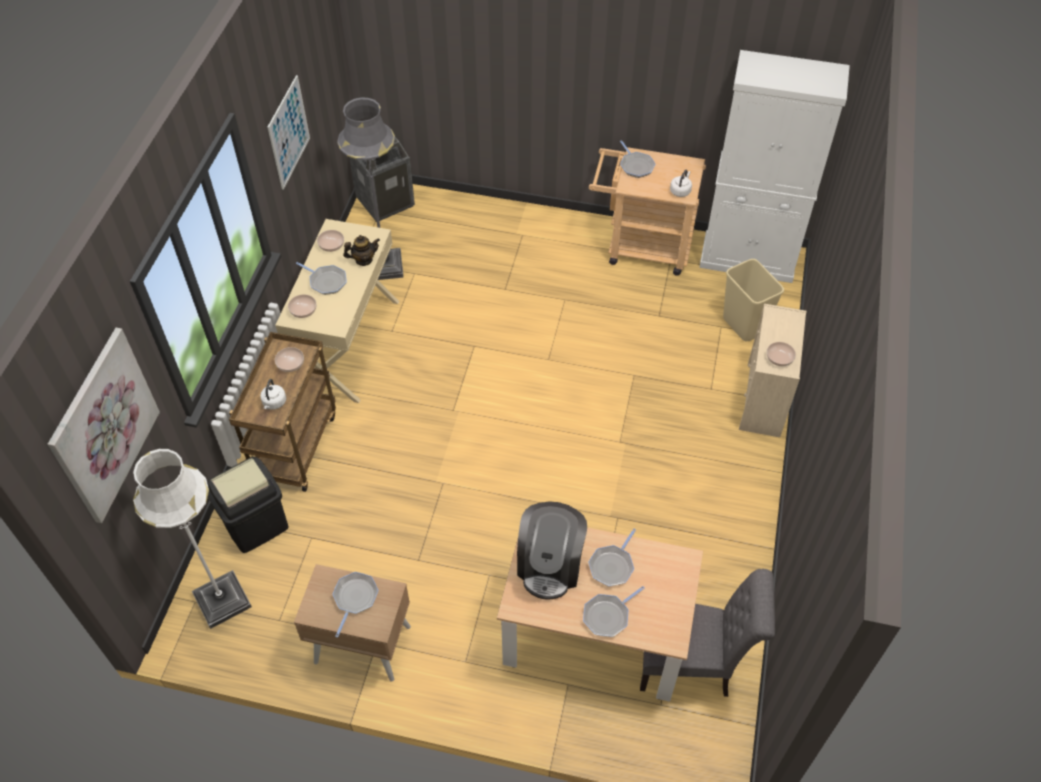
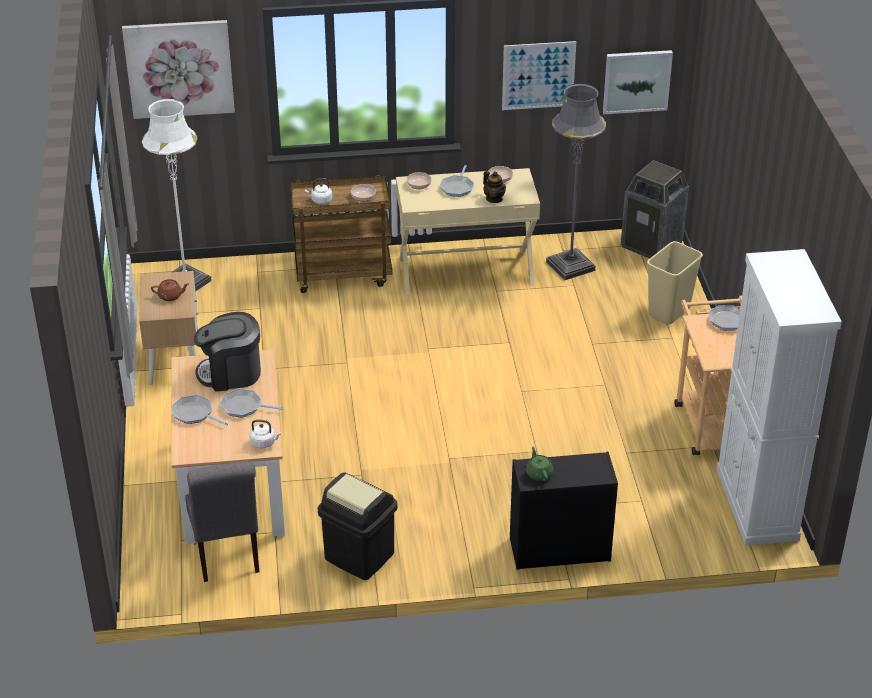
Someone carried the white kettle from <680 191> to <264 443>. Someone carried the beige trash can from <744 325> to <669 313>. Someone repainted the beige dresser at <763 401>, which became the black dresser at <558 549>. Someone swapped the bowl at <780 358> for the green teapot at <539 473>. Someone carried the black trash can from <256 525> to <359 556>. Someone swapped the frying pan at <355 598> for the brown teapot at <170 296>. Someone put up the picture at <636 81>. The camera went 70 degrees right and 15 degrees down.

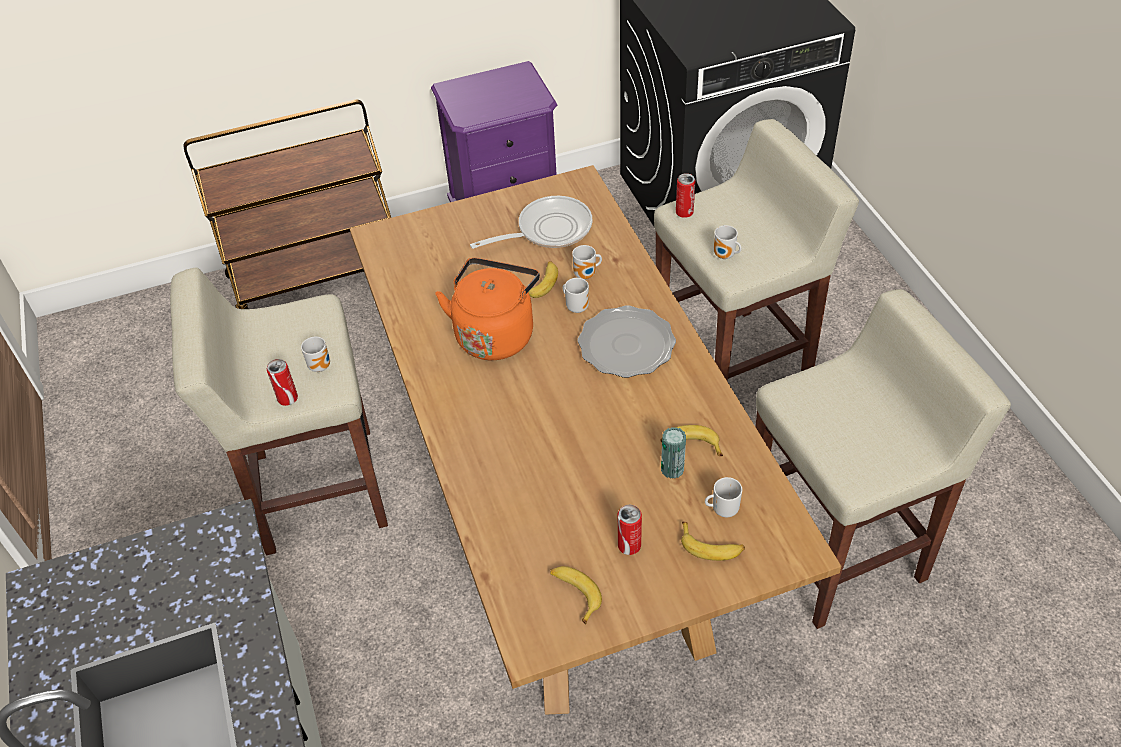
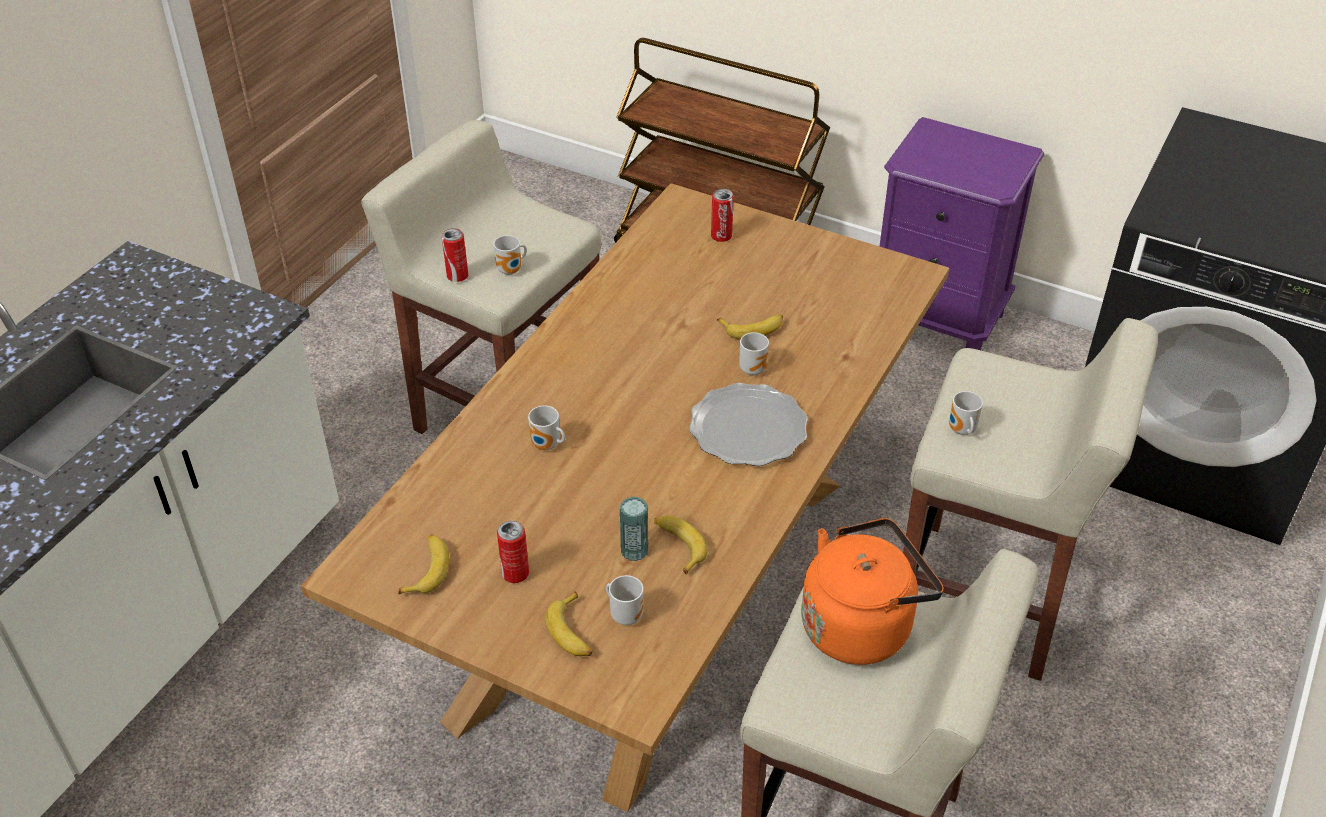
Someone carried the can from <684 212> to <721 236>. Someone took away the frying pan at <548 230>. Someone carried the mug from <586 275> to <547 446>. Someone carried the orange kettle from <495 333> to <861 625>. The camera went 45 degrees right and 5 degrees down.

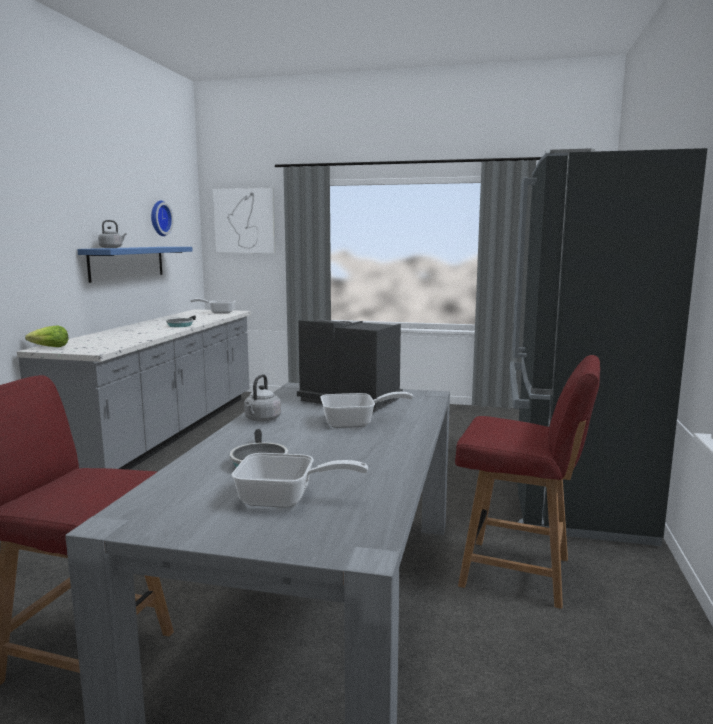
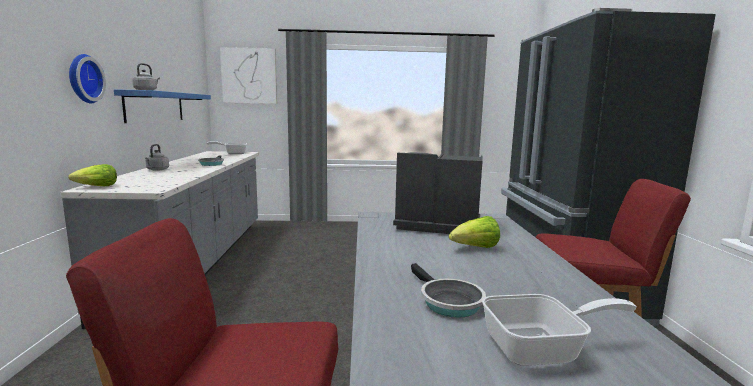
Someone carried the wall clock from <159 218> to <83 79>. Someone carried the grey kettle from <262 419> to <157 170>. Someone swapped the frying pan at <355 423> for the lettuce at <475 248>. The camera went 15 degrees left and 0 degrees up.

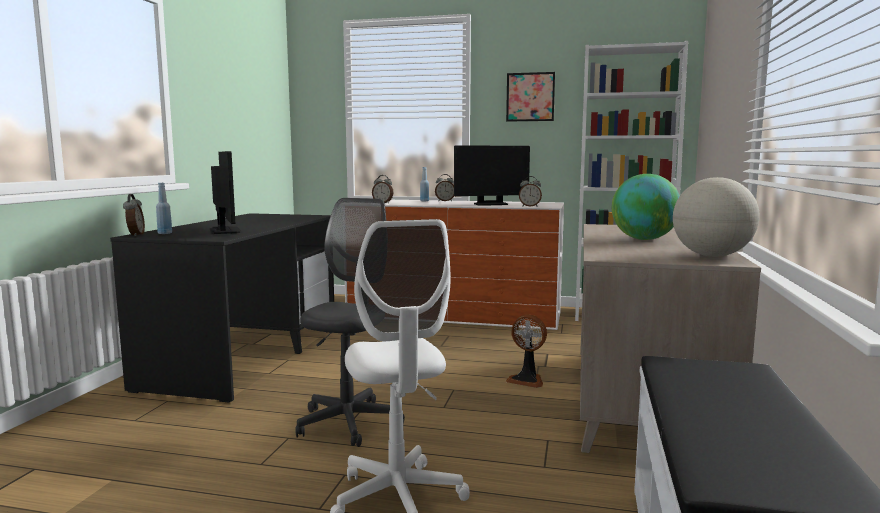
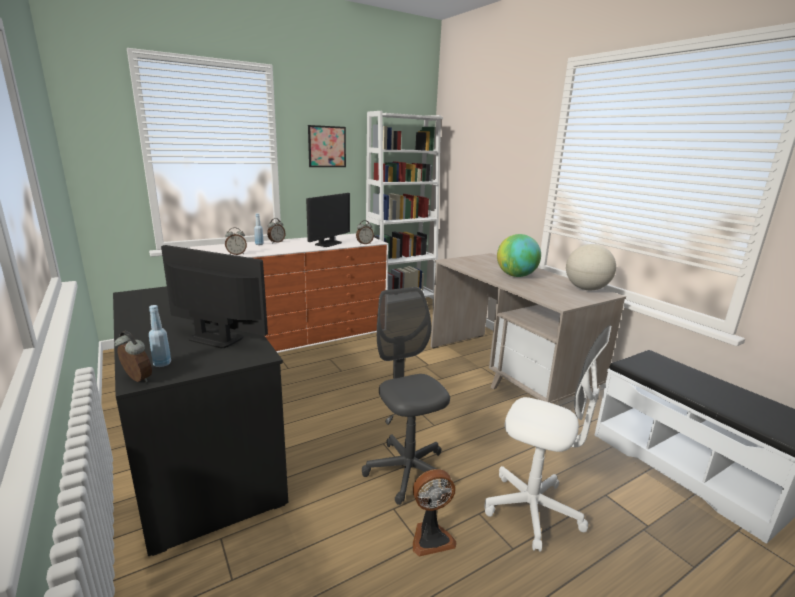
Someone carried the fan from <527 380> to <431 537>. The camera went 45 degrees left and 10 degrees up.

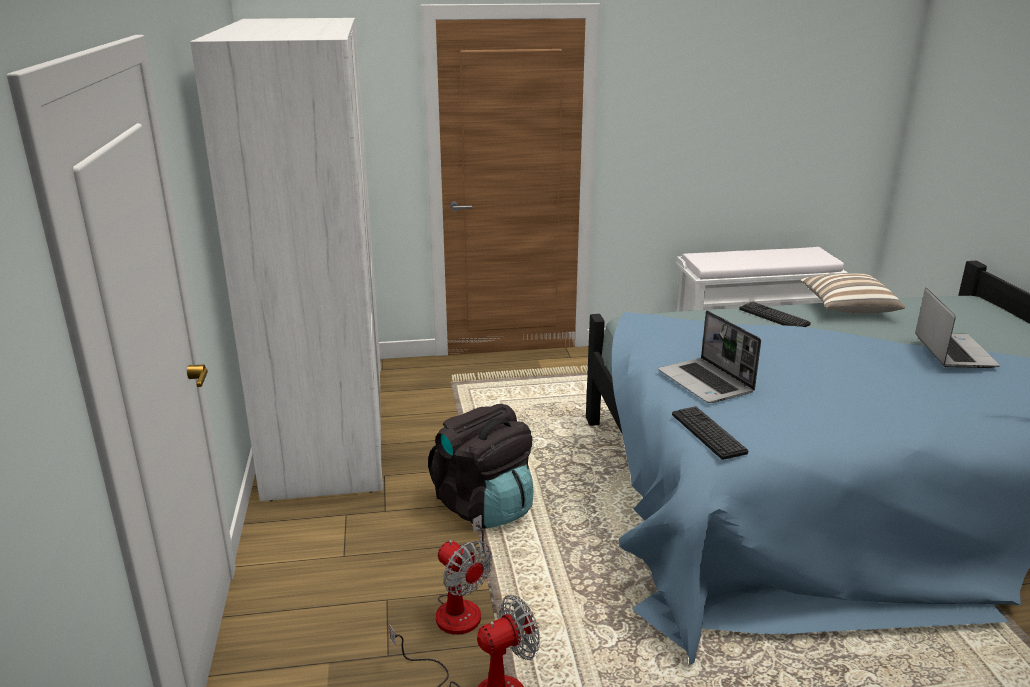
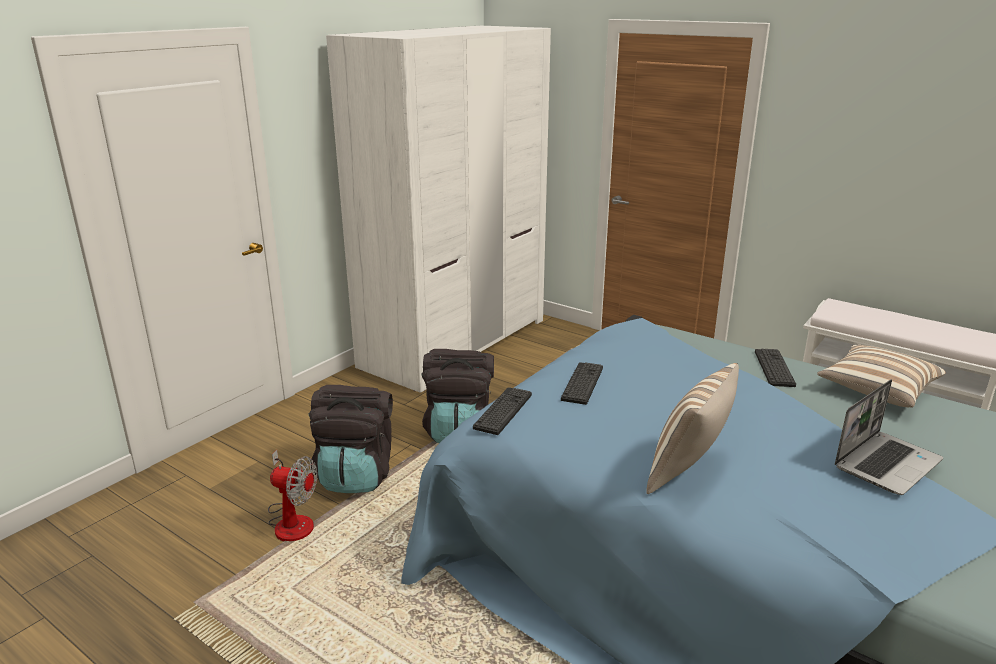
Someone swapped the laptop at <706 383> for the keyboard at <582 383>. Someone swapped the fan at <462 605> for the black backpack at <356 474>. Someone put down the pillow at <688 473>. The camera went 45 degrees right and 0 degrees up.

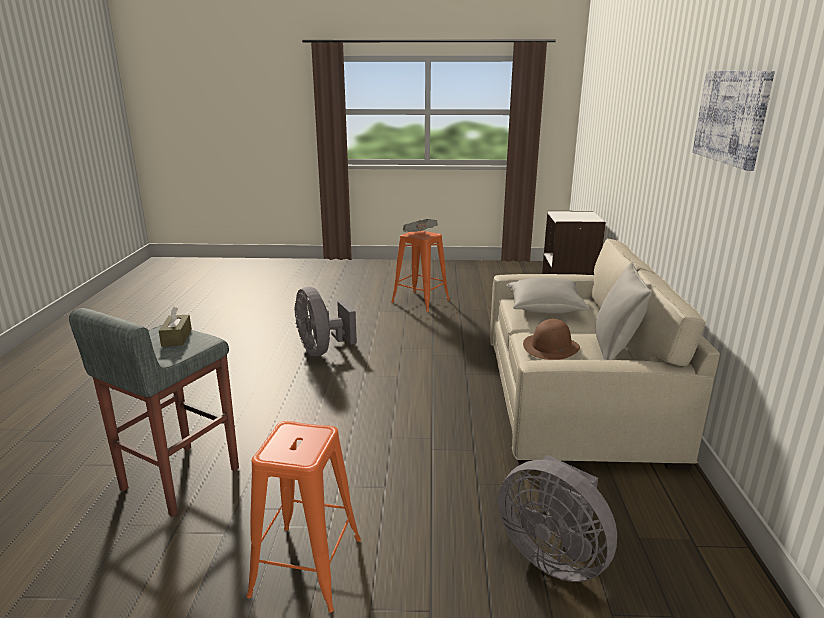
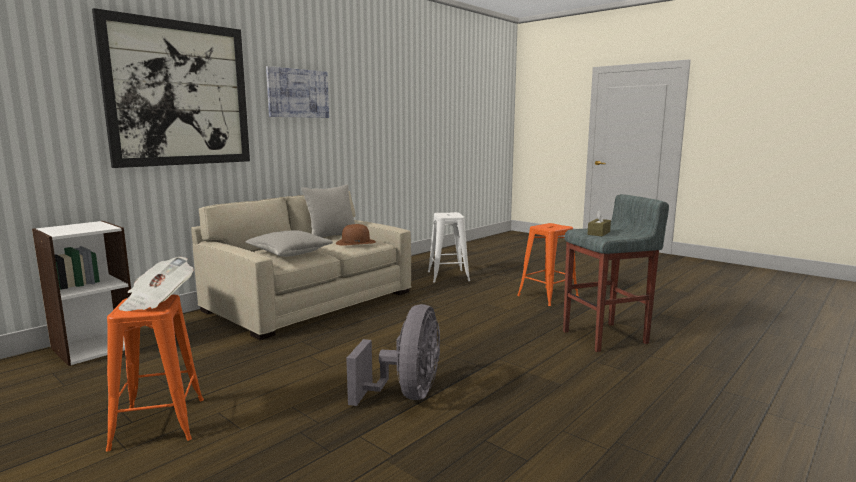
Someone swapped the grey fan at <553 556> for the white stool at <448 276>. Someone put up the picture at <179 94>. The camera went 140 degrees left and 10 degrees down.

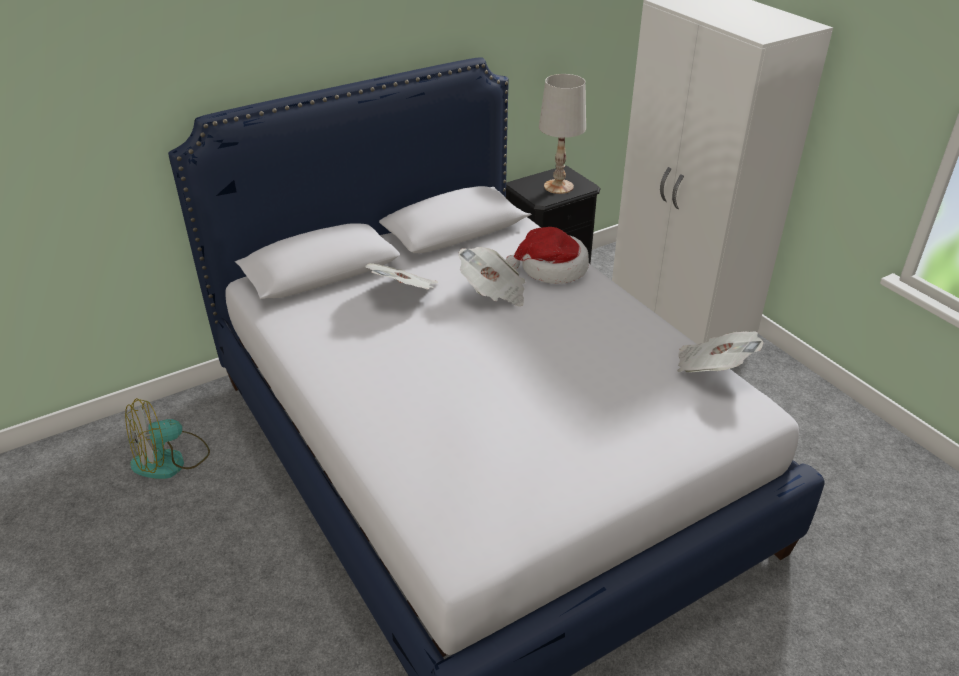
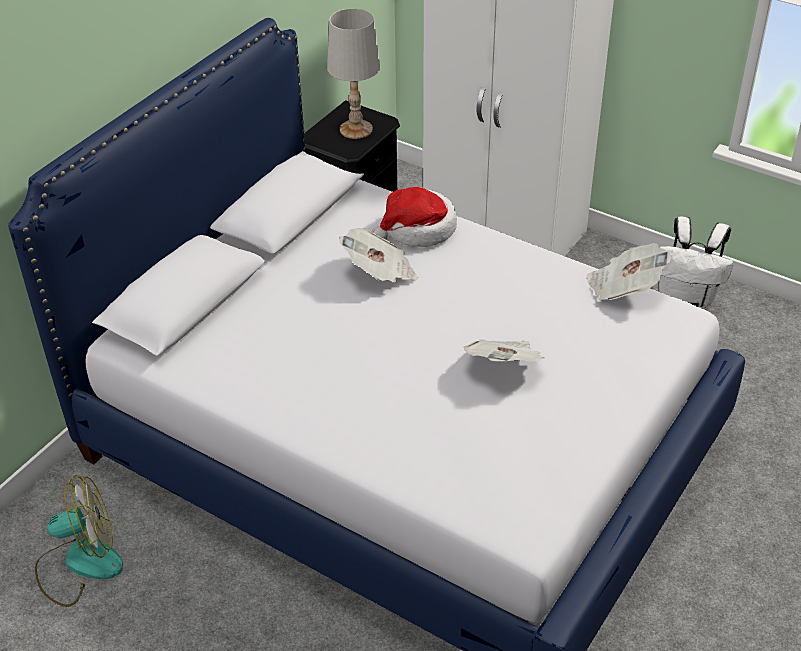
Someone carried the newspaper from <405 292> to <504 366>. Someone rotated the fan at <171 460> by 135 degrees counterclockwise. Someone put down the white backpack at <687 300>. The camera went 25 degrees left and 5 degrees up.

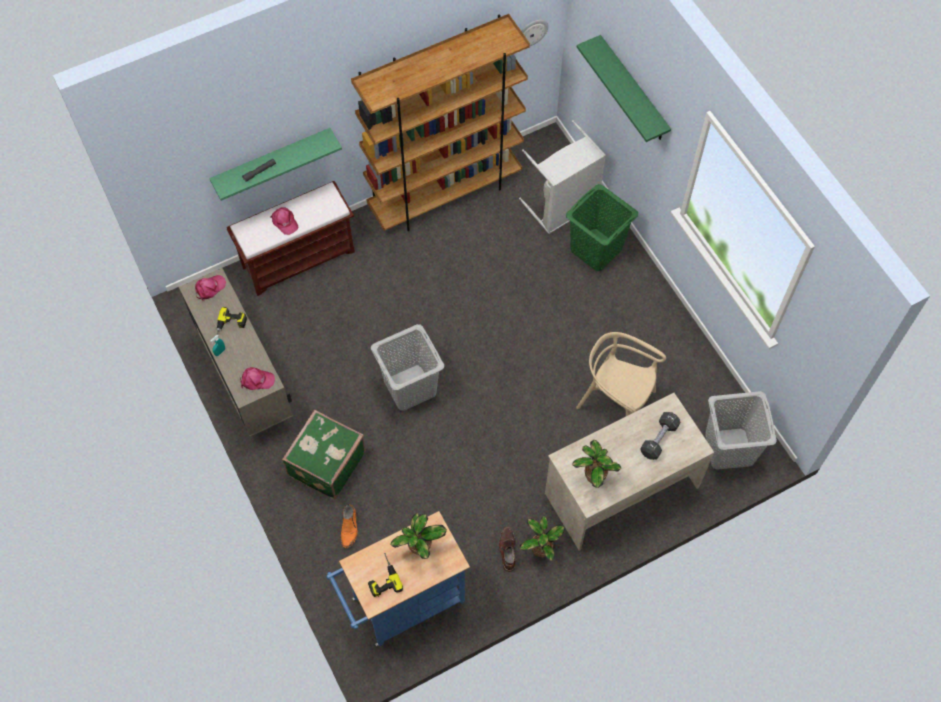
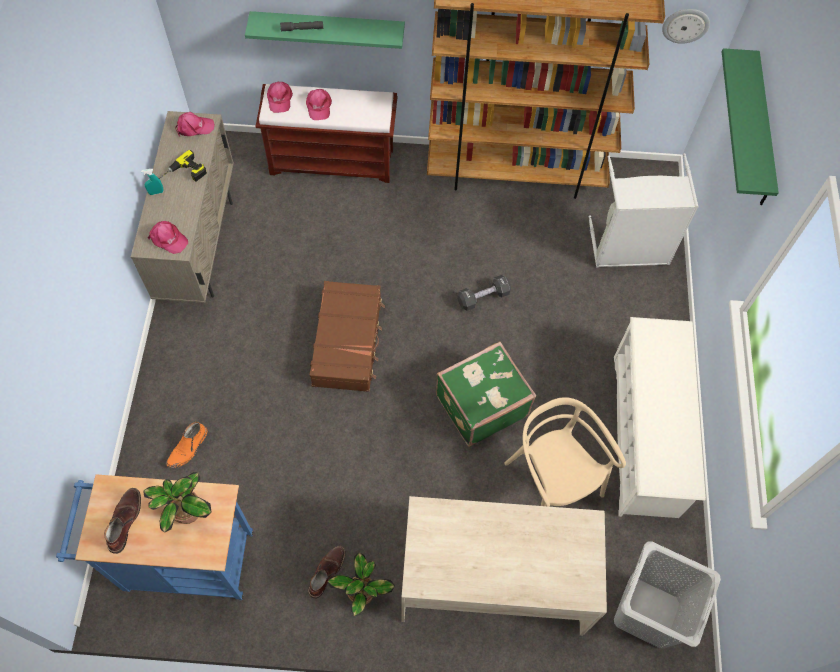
Someone took away the green laundry basket at <596 249>. Someone swapped the grey laundry basket at <409 387> for the brown suitcase at <348 341>. Someone carried the green suitcase from <325 463> to <480 404>. Someone carried the black dumbbell from <659 439> to <483 297>. Someone took away the potted plant at <593 476>. Someone swapped the power drill at <382 577> for the brown boot at <124 521>. Someone put down the pink cap at <279 99>. Someone put down the white shoe rack at <645 435>. The camera went 30 degrees right and 0 degrees up.

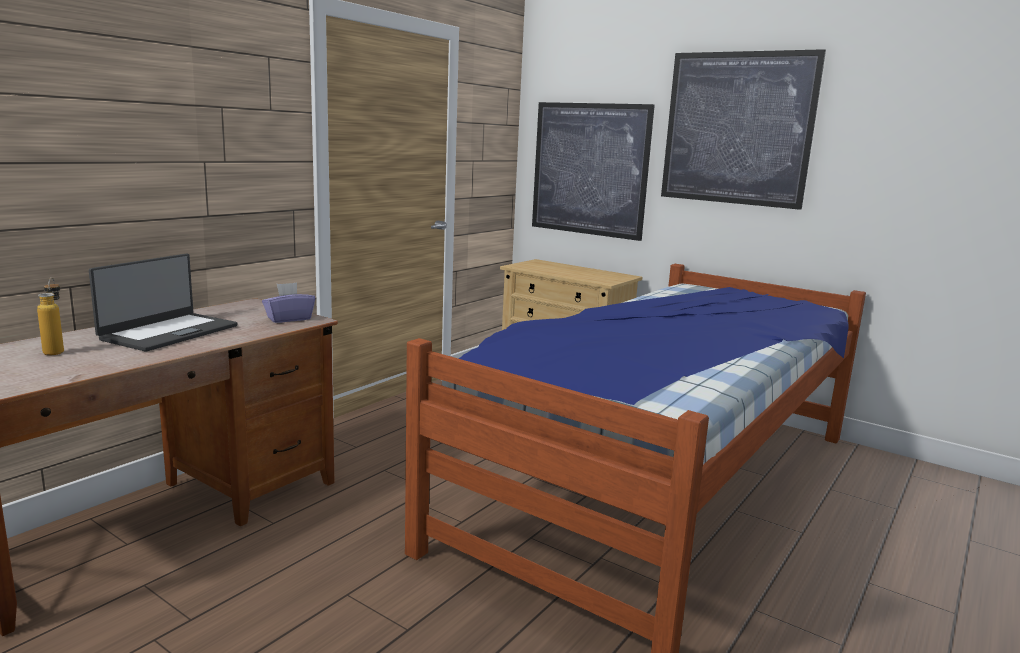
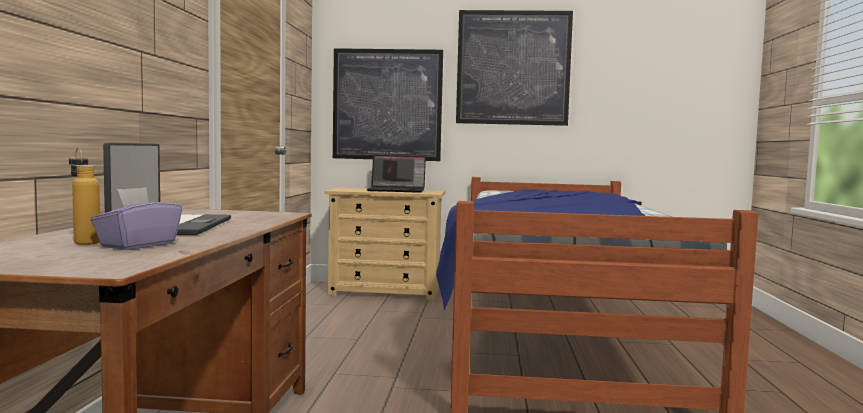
Someone carried the purple tissue box from <289 319> to <137 245>. Someone put down the laptop at <397 190>. The camera went 30 degrees left and 10 degrees down.

